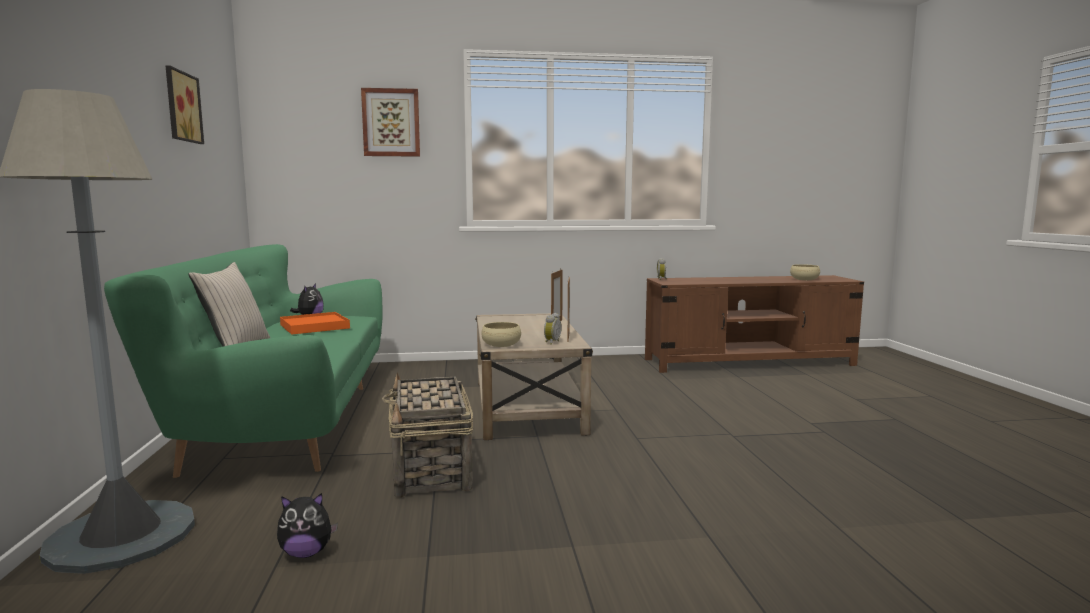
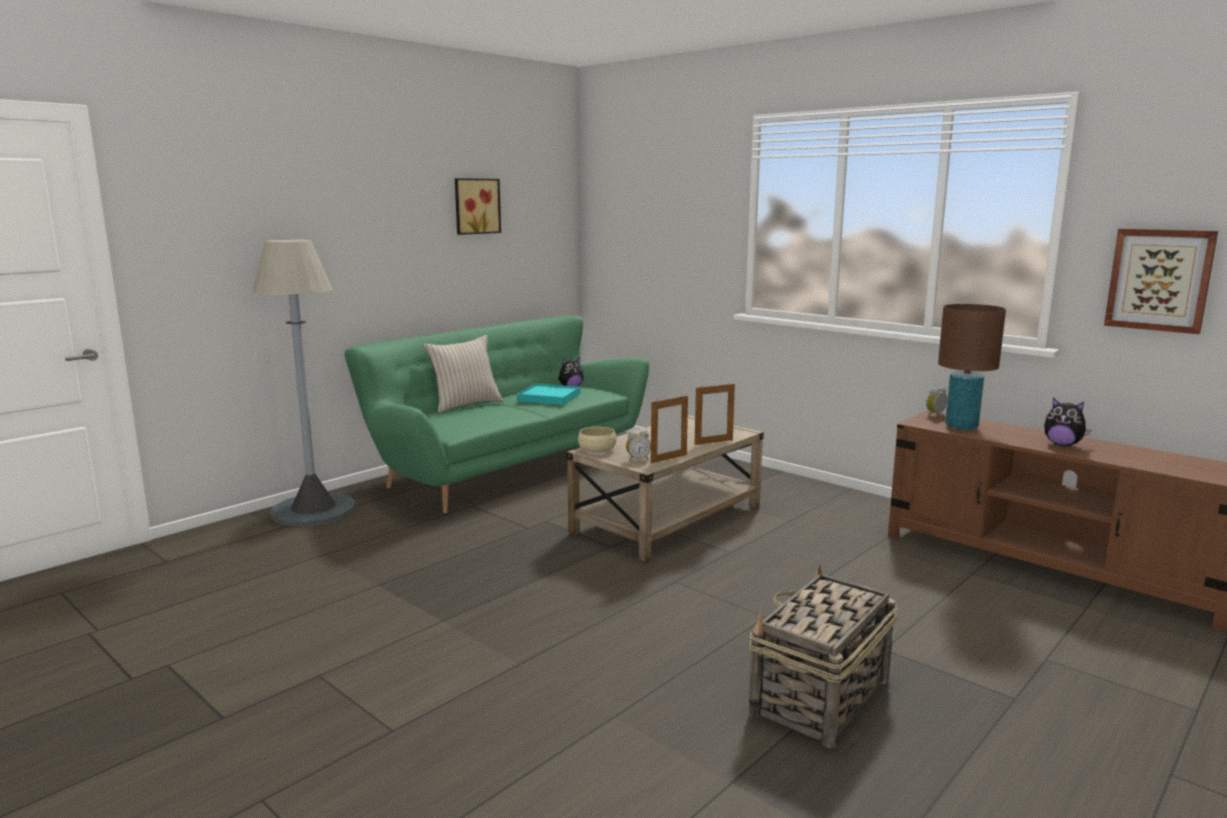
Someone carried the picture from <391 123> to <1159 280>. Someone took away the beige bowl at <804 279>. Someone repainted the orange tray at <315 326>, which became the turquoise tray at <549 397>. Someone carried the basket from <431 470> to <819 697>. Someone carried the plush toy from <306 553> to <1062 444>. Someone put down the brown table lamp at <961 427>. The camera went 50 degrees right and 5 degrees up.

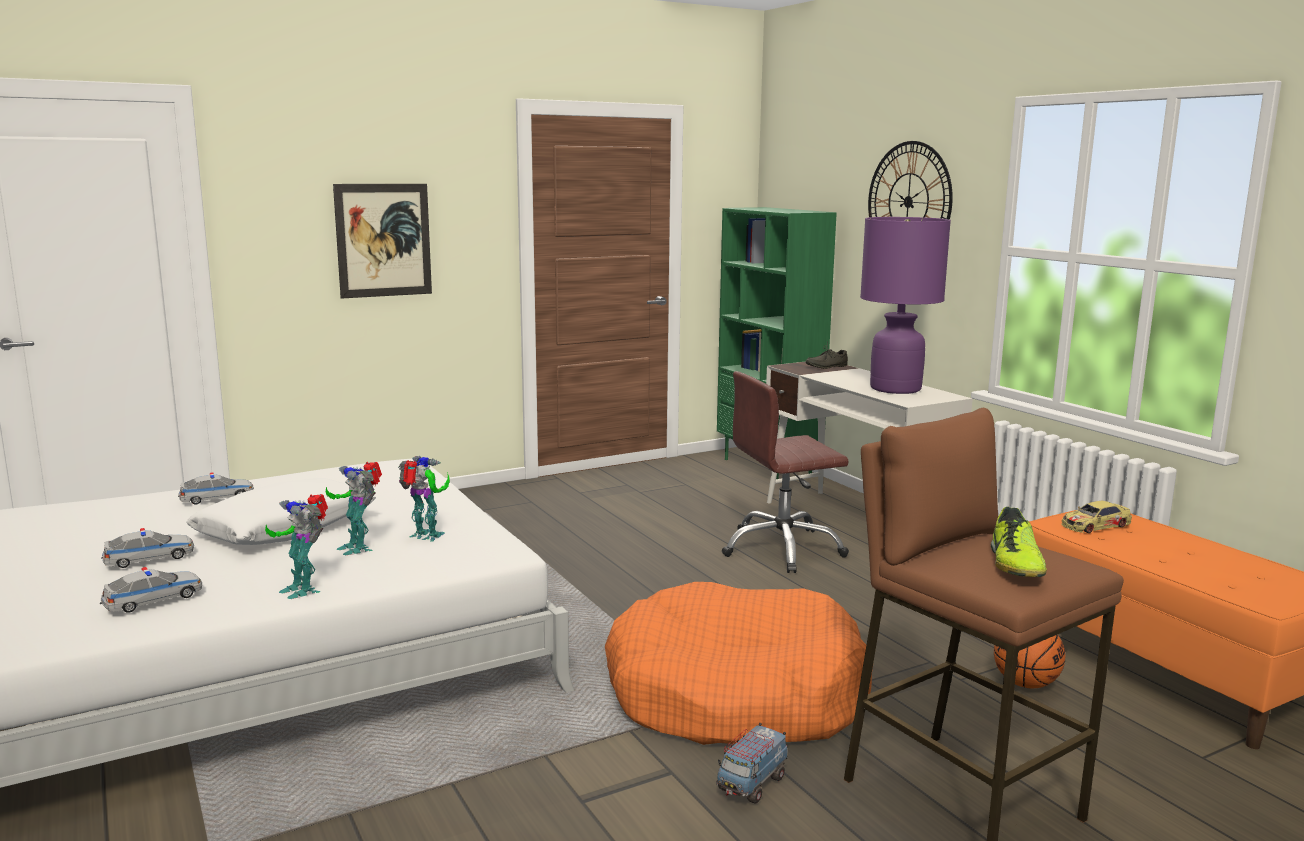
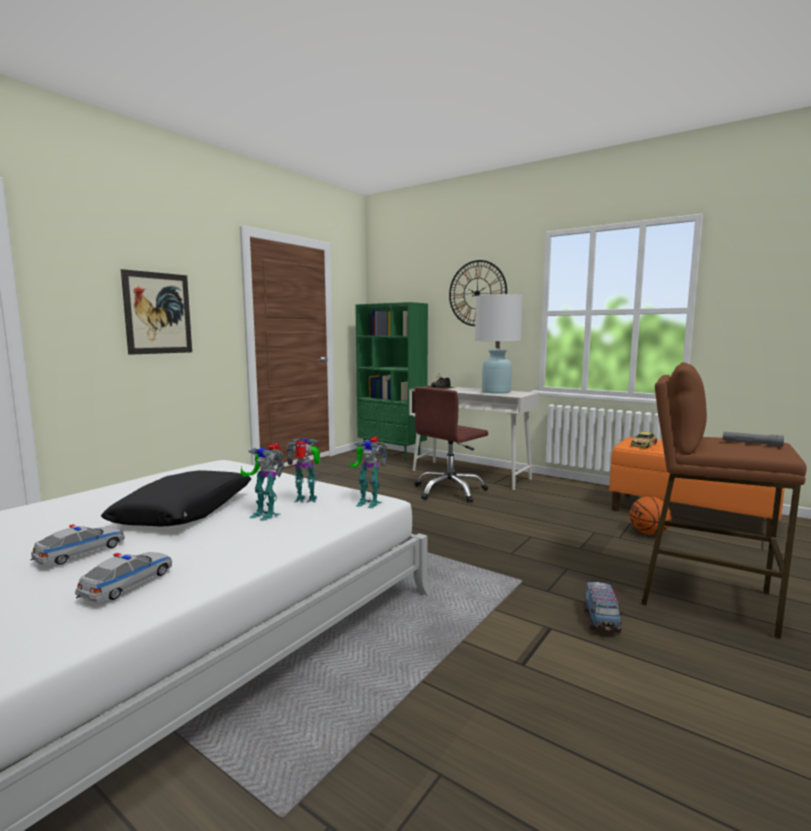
Someone repainted the purple table lamp at <895 389>, which became the white table lamp at <496 392>. Someone took away the toy car at <217 498>. Someone repainted the white pillow at <286 528>, which became the black pillow at <185 511>. Someone carried the toy robot from <303 589> to <368 502>. Someone swapped the shoe at <1015 565> for the grey flashlight at <751 444>. Someone took away the orange dog bed at <735 694>. The camera went 25 degrees left and 5 degrees down.

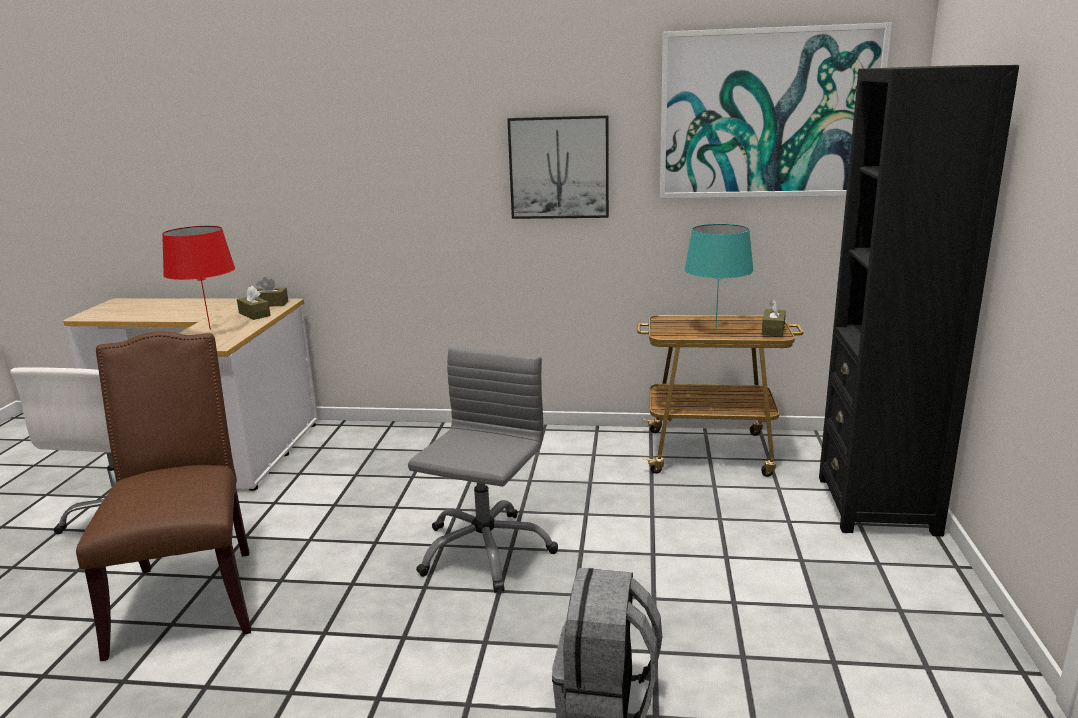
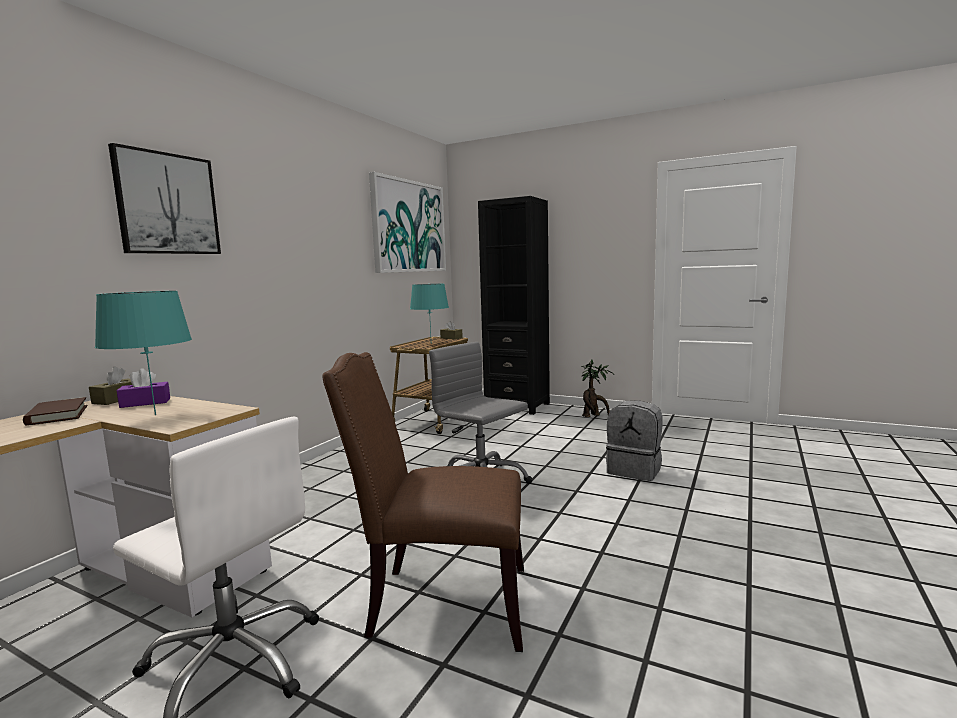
Someone carried the picture from <559 167> to <167 204>. Someone repainted the red table lamp at <210 329>, which became the turquoise table lamp at <155 415>. Someone repainted the brown tissue box at <254 314>, which became the purple tissue box at <145 403>. Someone put down the potted plant at <593 416>. Someone put down the brown book at <57 415>. The camera went 70 degrees left and 10 degrees down.

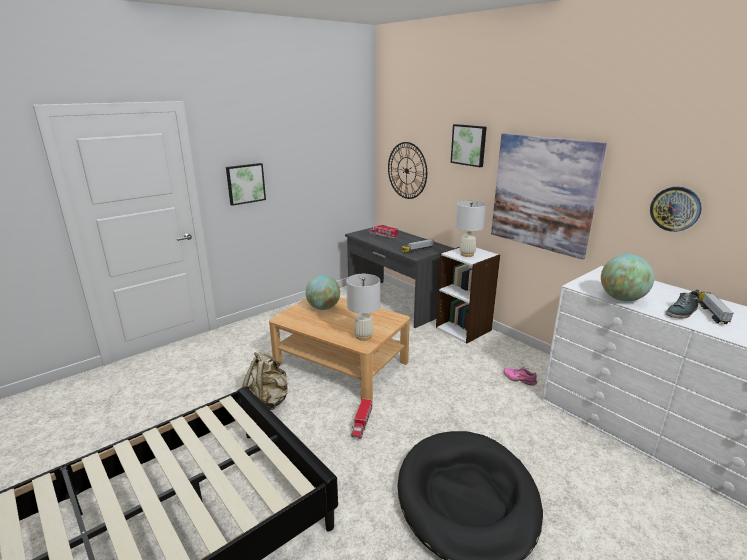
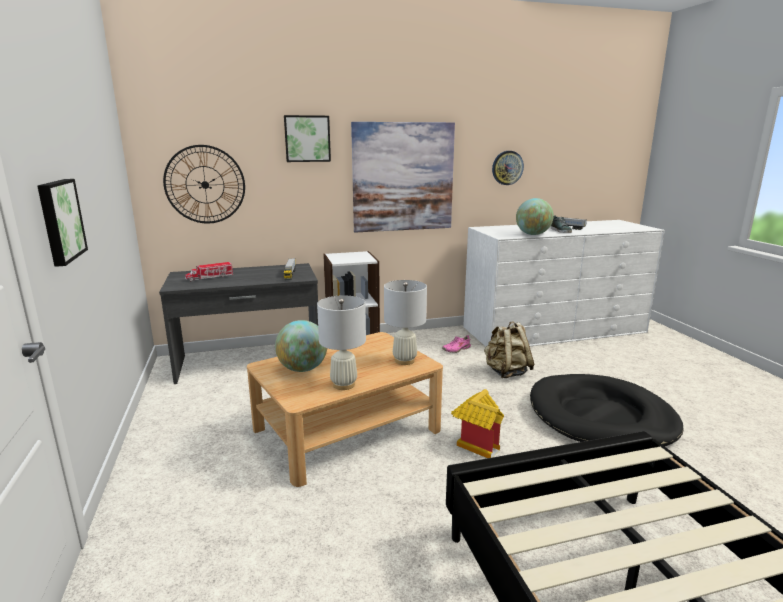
Someone carried the white table lamp from <467 254> to <344 384>. Someone carried the beige backpack from <269 400> to <506 372>. Someone swapped the toy truck at <362 423> for the toy house at <475 443>. The camera went 65 degrees left and 5 degrees down.

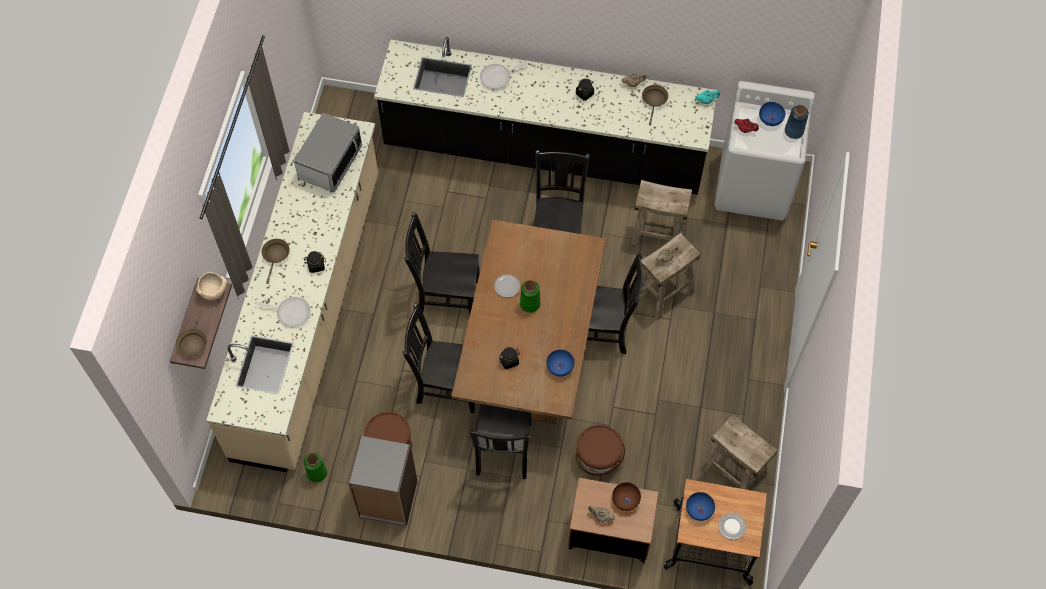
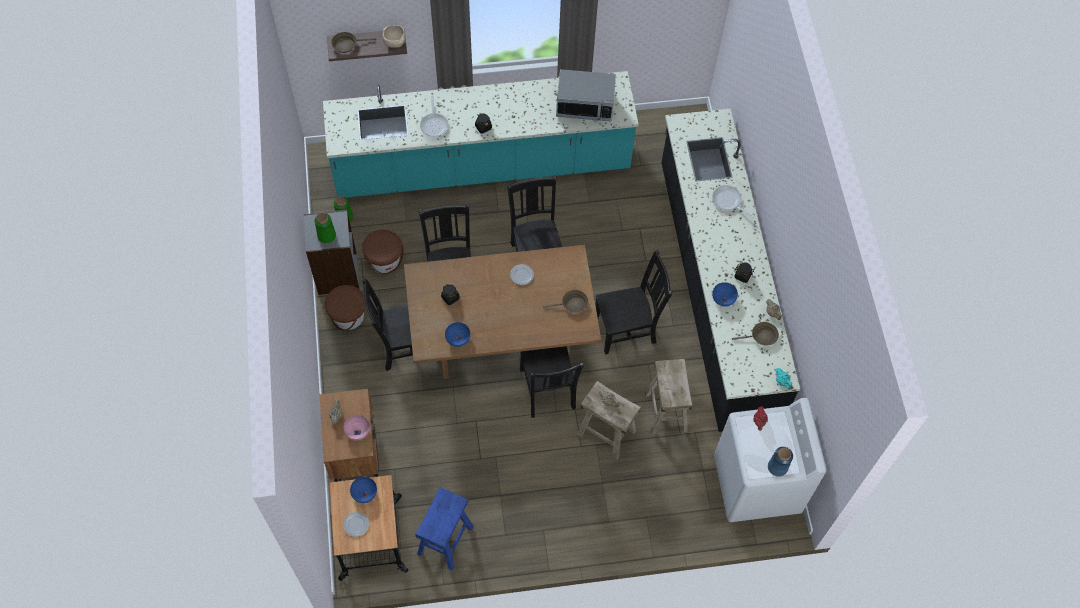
Someone carried the blue bowl from <770 119> to <723 298>. Someone repainted the beige counter at <310 314>, which became the turquoise counter at <482 166>. Someone carried the brown frying pan from <275 256> to <572 304>. Someone carried the green vase from <530 304> to <326 236>. Someone repainted the beige stool at <733 471>, which became the blue stool at <445 539>. Someone carried the brown bucket from <598 458> to <348 316>. Someone repainted the brown bowl at <625 499>, which became the pink bowl at <358 431>. The camera went 70 degrees right and 0 degrees up.

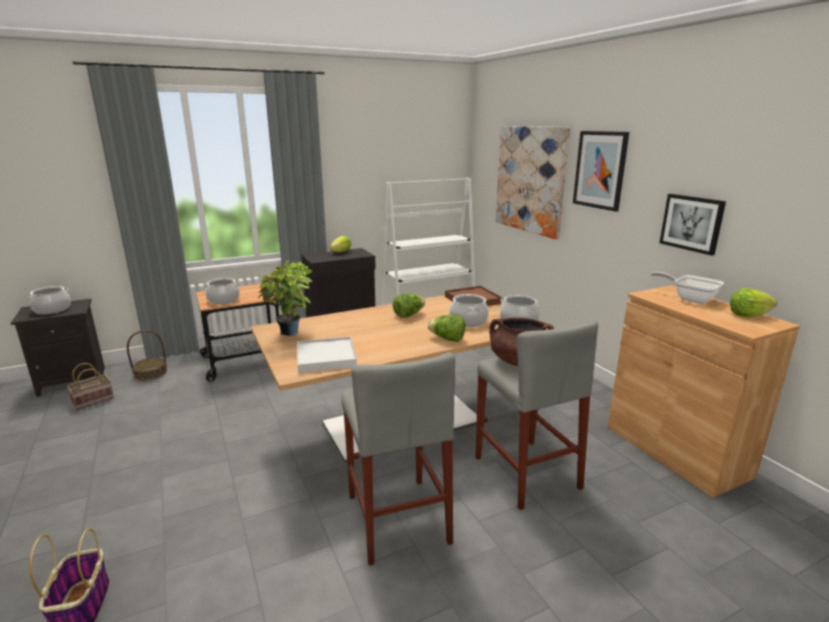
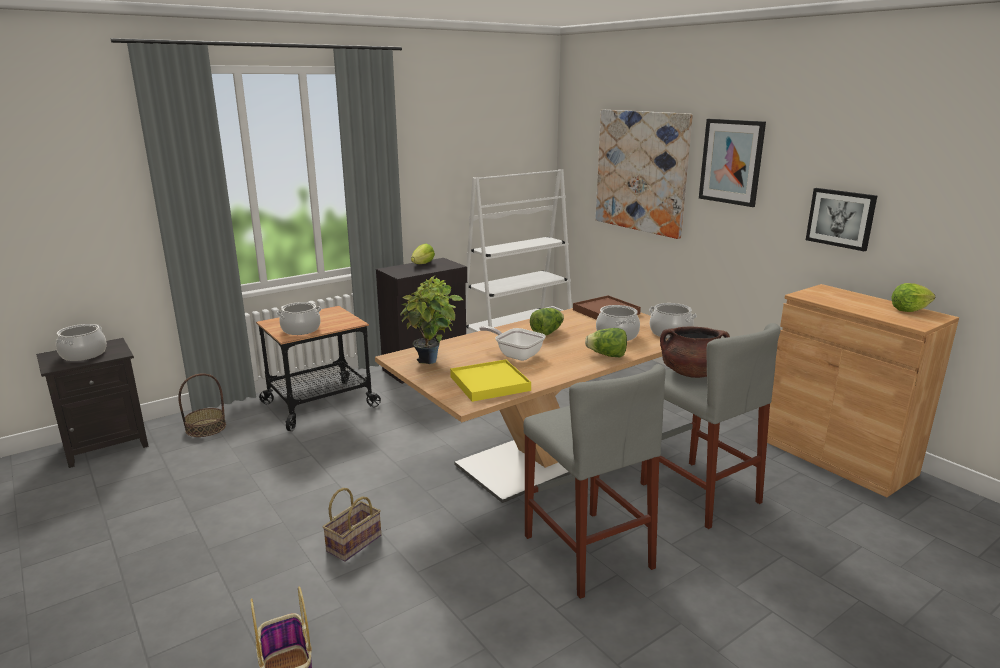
Someone carried the frying pan from <690 298> to <516 354>. Someone repainted the white tray at <325 357>, which became the yellow tray at <489 383>. Someone carried the basket from <94 400> to <354 542>. The camera went 10 degrees left and 0 degrees up.

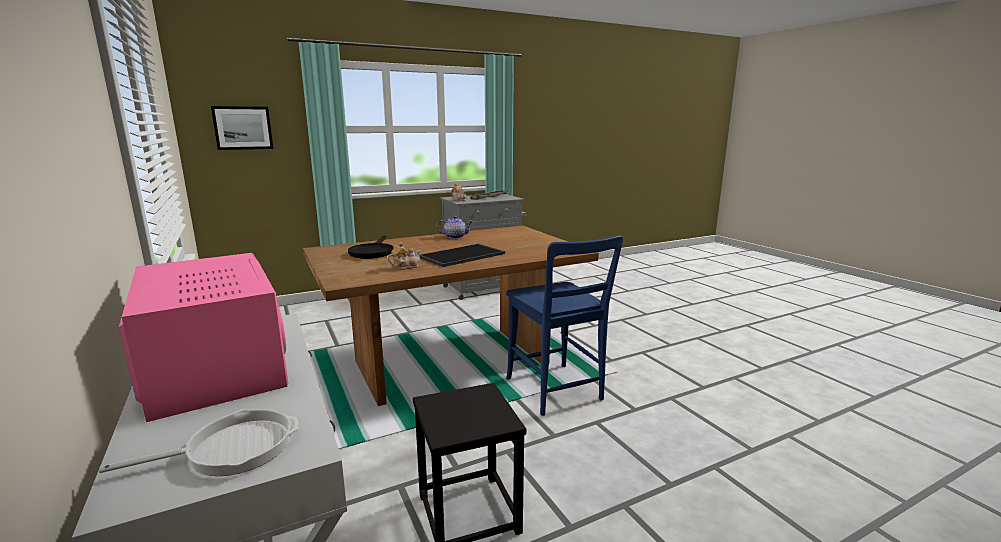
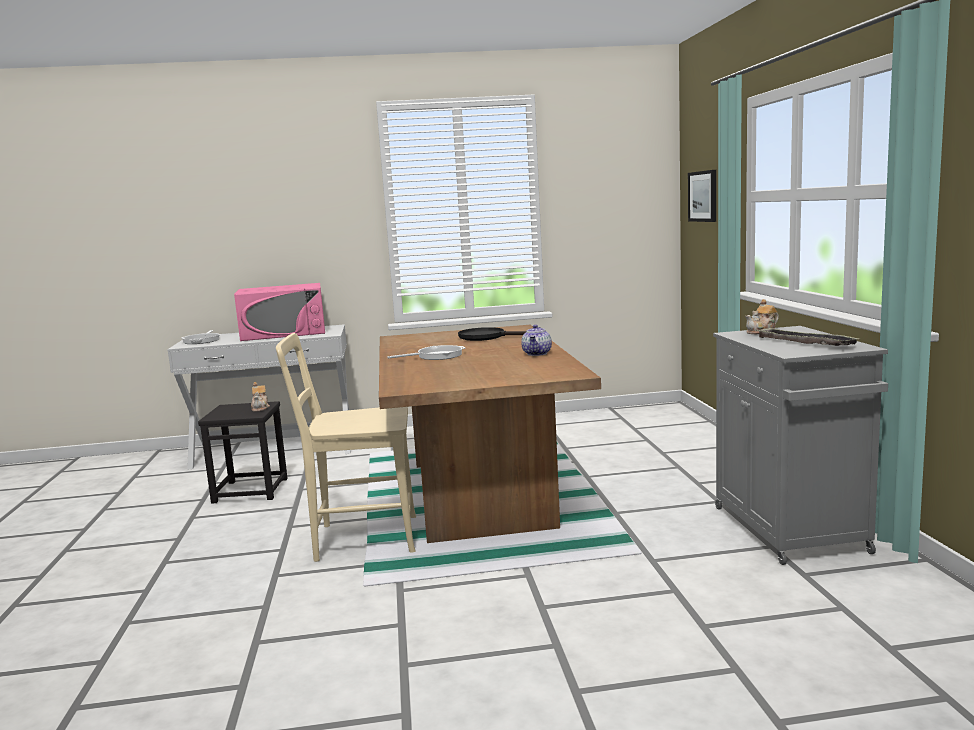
Someone repainted the blue chair at <556 391>, which became the beige chair at <360 539>. Someone carried the teapot from <404 267> to <260 408>. Someone swapped the tray at <462 256> for the frying pan at <436 356>. The camera went 110 degrees right and 5 degrees down.

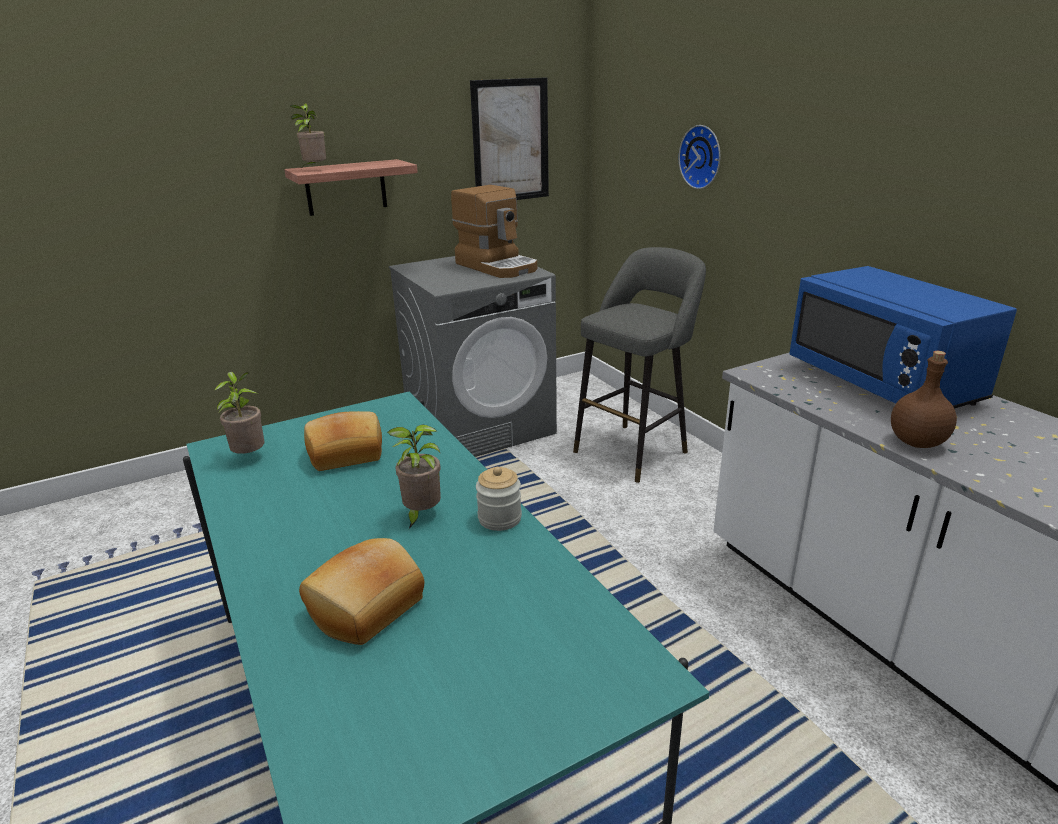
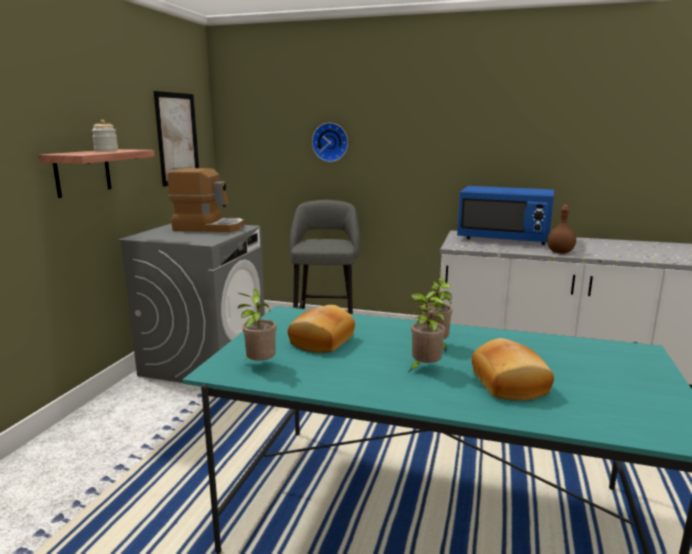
Someone carried the potted plant from <314 170> to <424 368>. Someone carried the jar from <499 518> to <106 151>. The camera went 45 degrees left and 10 degrees down.

